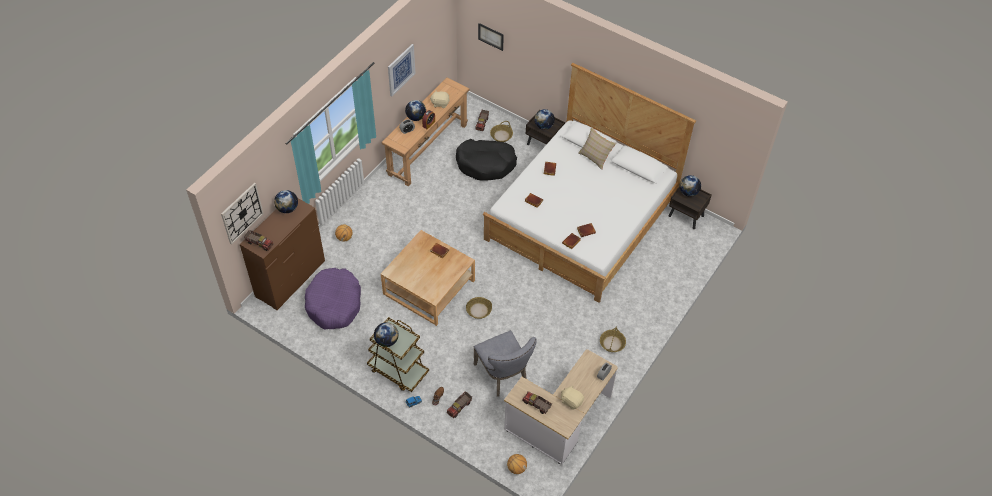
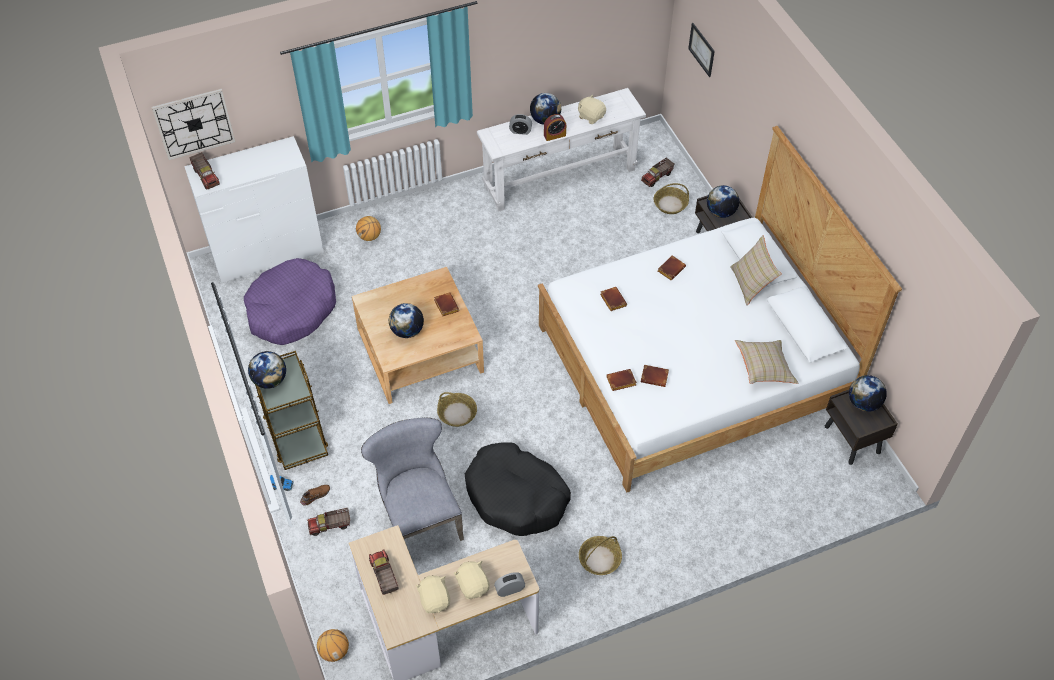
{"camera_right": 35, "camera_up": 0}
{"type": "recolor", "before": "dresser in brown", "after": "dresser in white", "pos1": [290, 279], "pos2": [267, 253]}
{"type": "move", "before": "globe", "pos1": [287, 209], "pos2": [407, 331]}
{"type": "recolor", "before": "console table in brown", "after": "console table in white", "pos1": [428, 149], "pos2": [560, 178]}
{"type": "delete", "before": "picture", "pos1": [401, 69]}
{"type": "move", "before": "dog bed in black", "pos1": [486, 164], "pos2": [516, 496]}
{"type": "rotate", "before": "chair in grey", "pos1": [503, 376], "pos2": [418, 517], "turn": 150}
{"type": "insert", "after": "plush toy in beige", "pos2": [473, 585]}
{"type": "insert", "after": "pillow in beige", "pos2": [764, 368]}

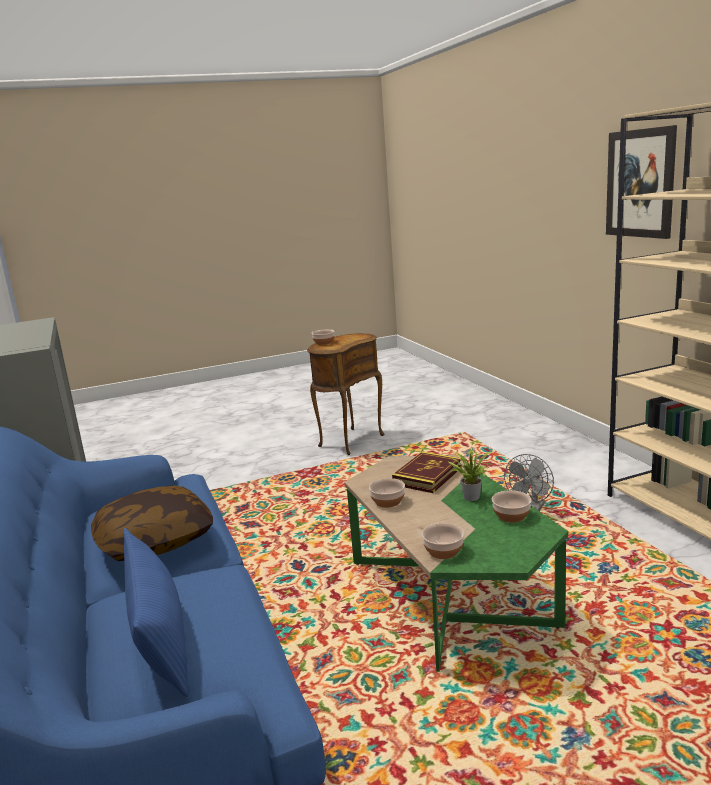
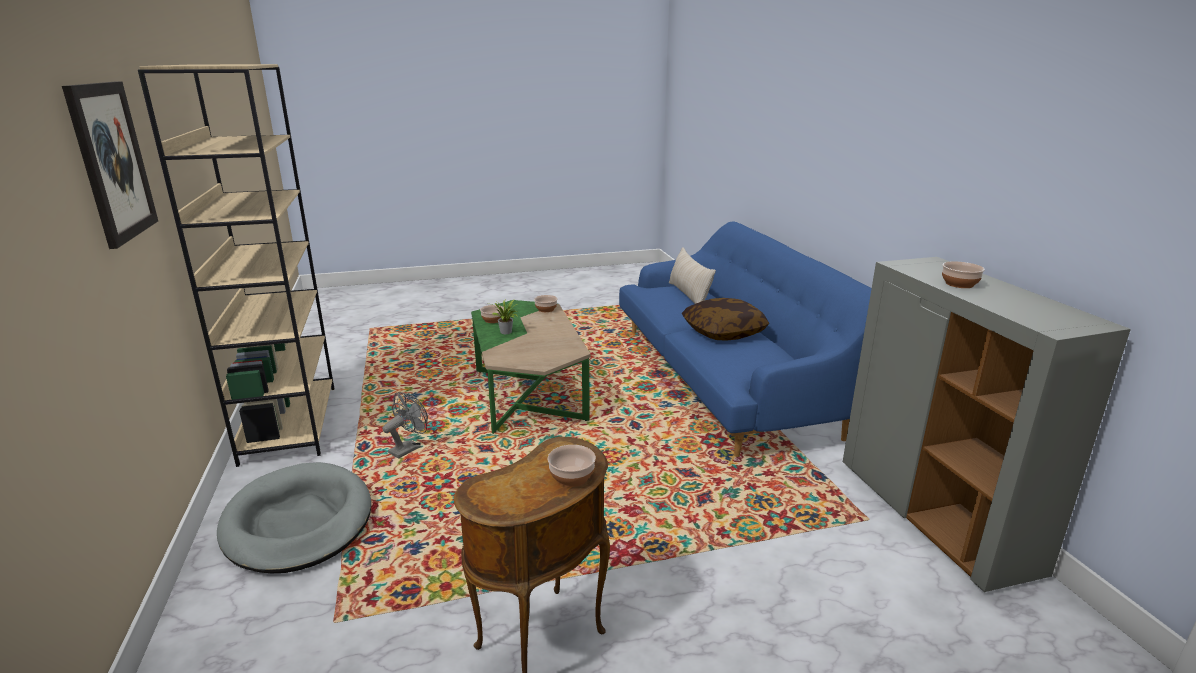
{"camera_right": -175, "camera_up": 5}
{"type": "recolor", "before": "pillow in blue", "after": "pillow in beige", "pos1": [161, 640], "pos2": [689, 295]}
{"type": "move", "before": "bowl", "pos1": [388, 501], "pos2": [959, 284]}
{"type": "delete", "before": "book", "pos1": [427, 476]}
{"type": "insert", "after": "dog bed in grey", "pos2": [298, 522]}

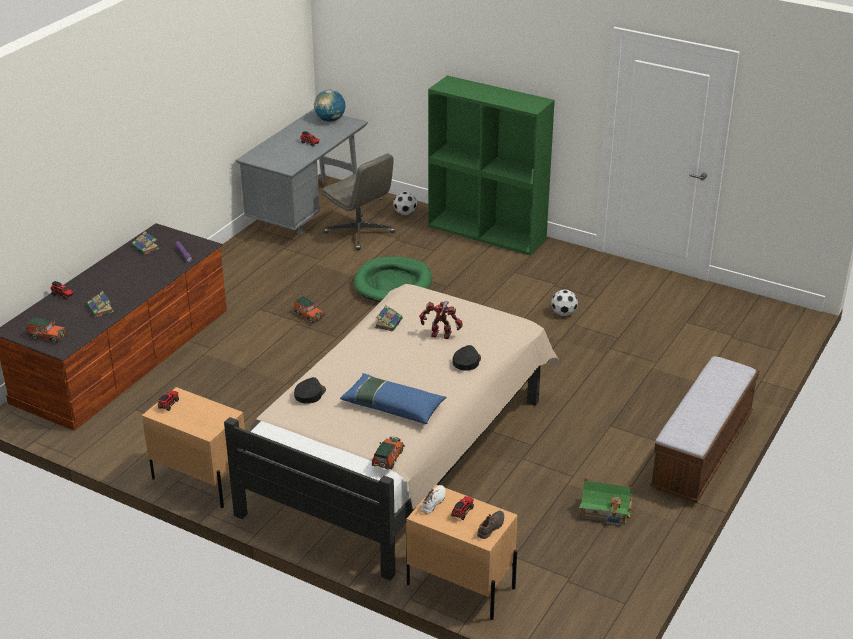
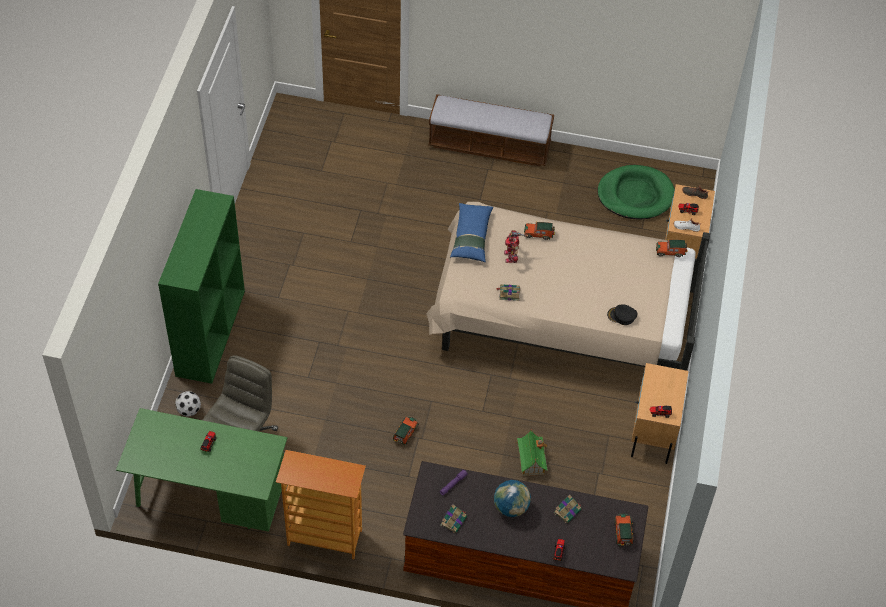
{"camera_right": -110, "camera_up": 20}
{"type": "recolor", "before": "desk in grey", "after": "desk in green", "pos1": [307, 212], "pos2": [210, 499]}
{"type": "move", "before": "globe", "pos1": [330, 120], "pos2": [511, 507]}
{"type": "move", "before": "pillow in blue", "pos1": [393, 406], "pos2": [471, 237]}
{"type": "move", "before": "dog bed in green", "pos1": [393, 284], "pos2": [635, 195]}
{"type": "replace", "before": "cap in black", "after": "toy car", "pos1": [466, 361], "pos2": [539, 234]}
{"type": "delete", "before": "football", "pos1": [564, 313]}
{"type": "move", "before": "toy house", "pos1": [605, 511], "pos2": [531, 460]}
{"type": "insert", "after": "bookcase", "pos2": [324, 538]}

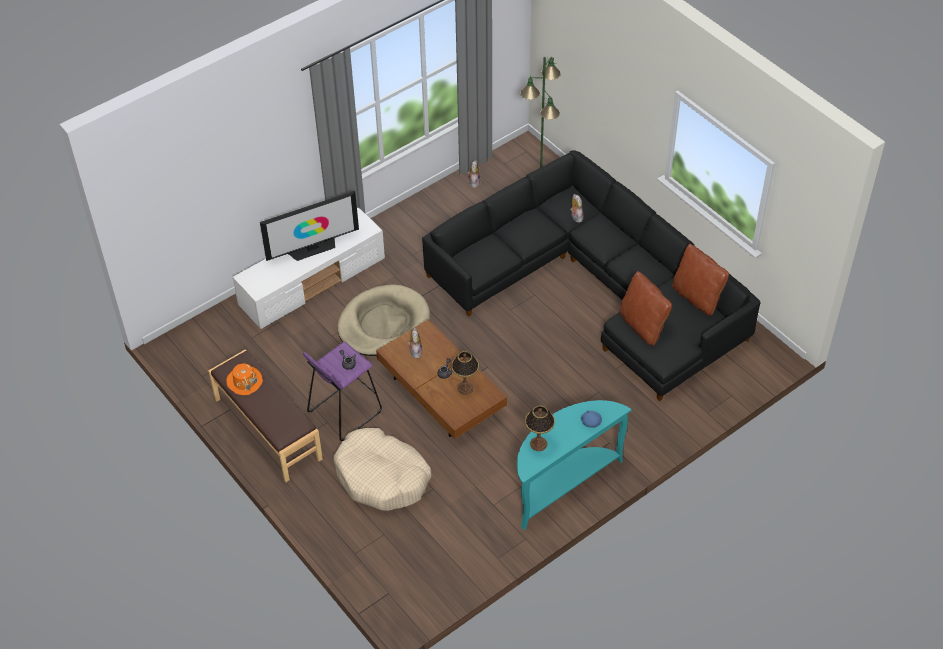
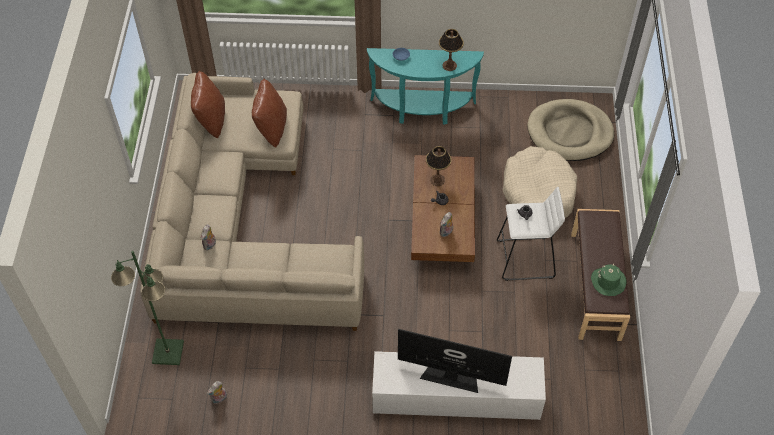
{"camera_right": -140, "camera_up": 5}
{"type": "recolor", "before": "hat in orange", "after": "hat in green", "pos1": [244, 381], "pos2": [608, 282]}
{"type": "recolor", "before": "stool in purple", "after": "stool in white", "pos1": [344, 412], "pos2": [526, 259]}
{"type": "move", "before": "dog bed in beige", "pos1": [383, 324], "pos2": [569, 133]}
{"type": "recolor", "before": "sofa in black", "after": "sofa in beige", "pos1": [595, 286], "pos2": [241, 225]}

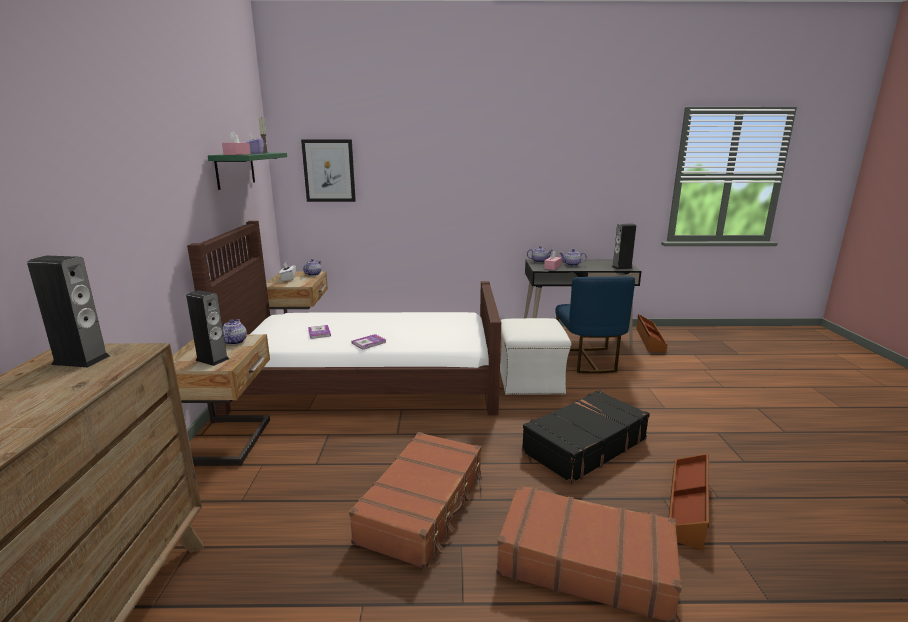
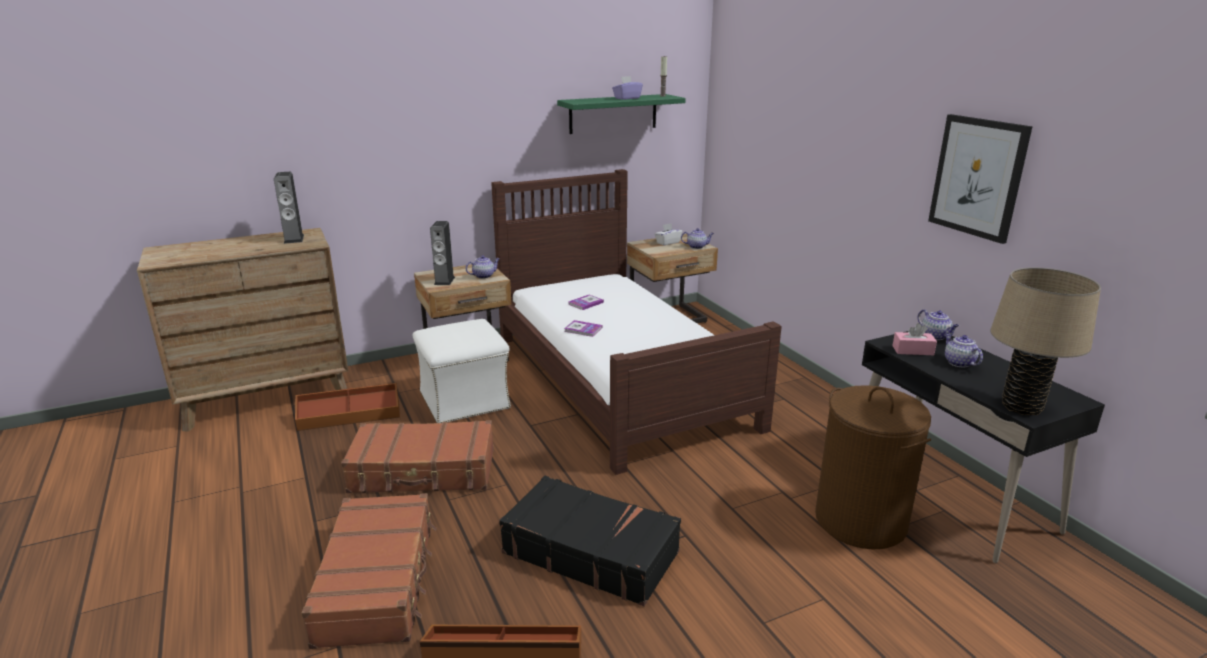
{"camera_right": 65, "camera_up": 5}
{"type": "delete", "before": "tissue box in pink", "pos1": [237, 154]}
{"type": "move", "before": "picture", "pos1": [329, 171], "pos2": [978, 177]}
{"type": "move", "before": "ottoman in white", "pos1": [530, 381], "pos2": [465, 400]}
{"type": "replace", "before": "chair in blue", "after": "laundry basket in brown", "pos1": [588, 360], "pos2": [860, 521]}
{"type": "replace", "before": "speaker", "after": "table lamp in beige", "pos1": [622, 267], "pos2": [1021, 407]}
{"type": "move", "before": "storage box in brown", "pos1": [649, 339], "pos2": [349, 416]}

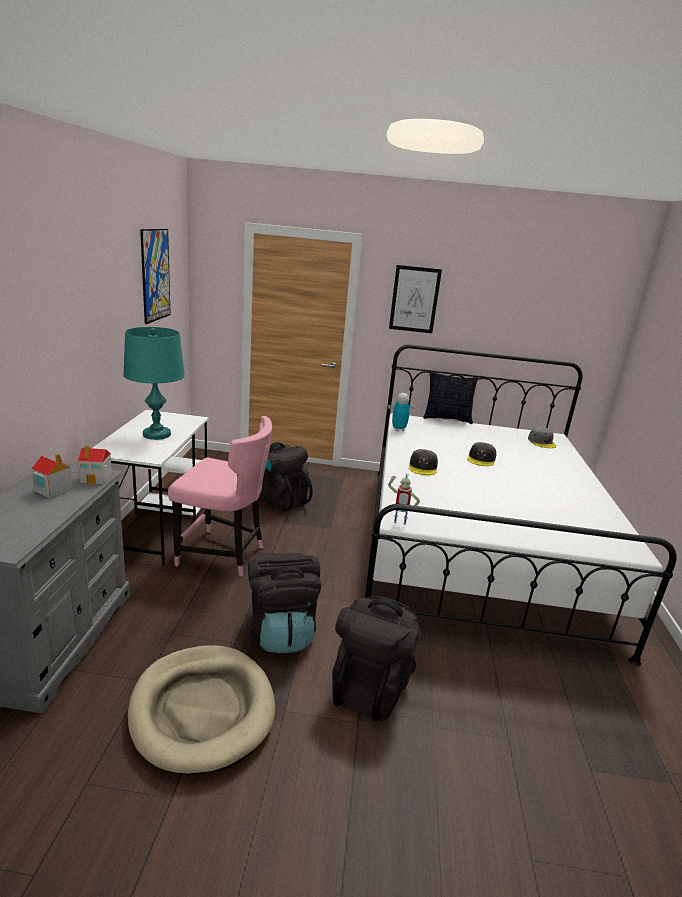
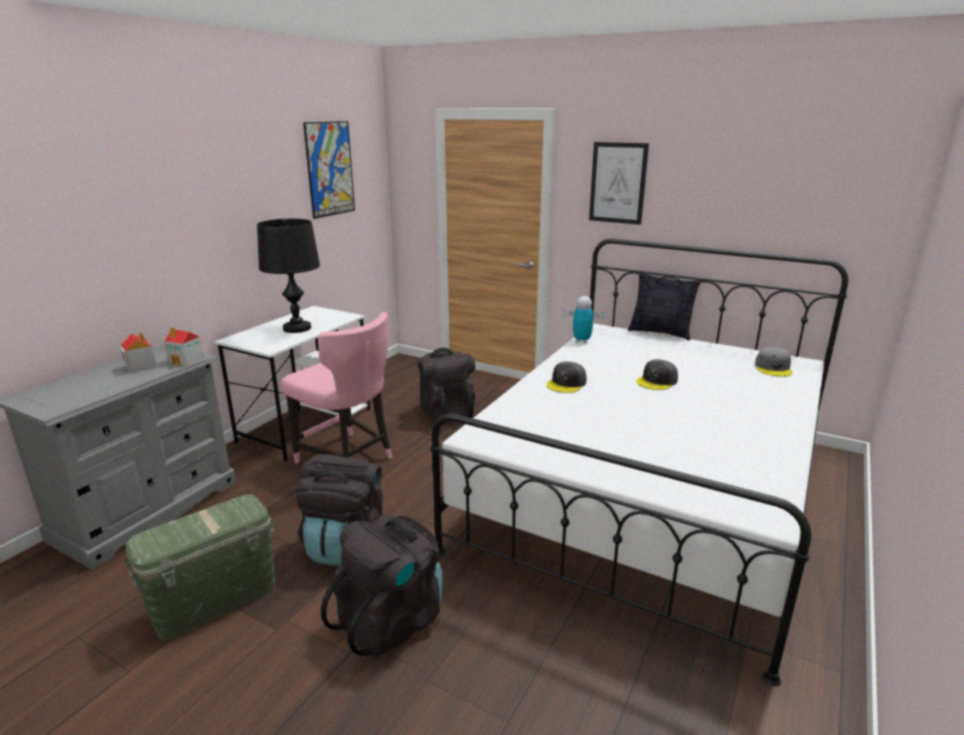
{"camera_right": 25, "camera_up": 0}
{"type": "recolor", "before": "table lamp in turquoise", "after": "table lamp in black", "pos1": [157, 434], "pos2": [297, 328]}
{"type": "replace", "before": "dog bed in beige", "after": "storage box in green", "pos1": [202, 710], "pos2": [215, 600]}
{"type": "delete", "before": "toy robot", "pos1": [399, 524]}

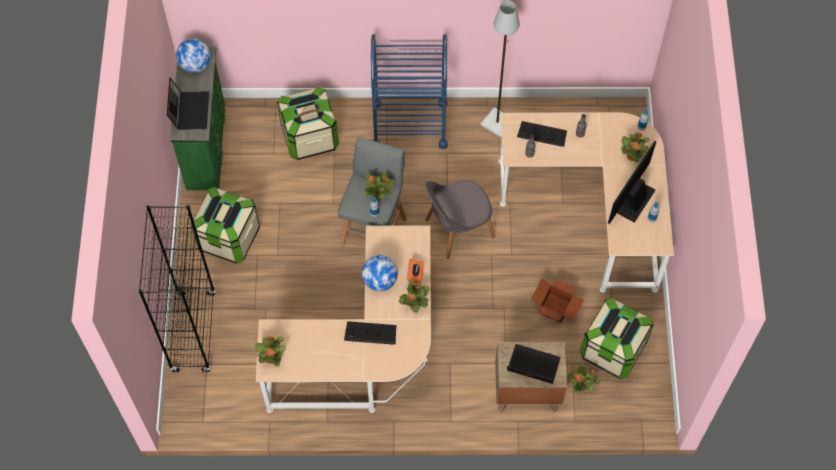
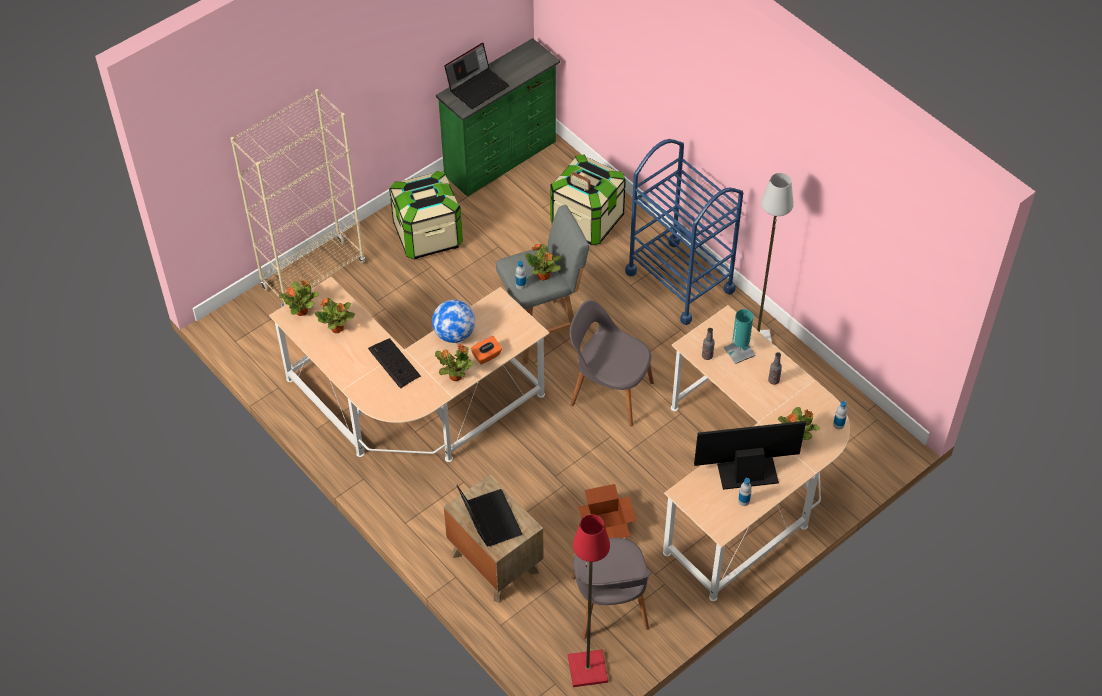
{"camera_right": 50, "camera_up": -10}
{"type": "recolor", "before": "bookcase in black", "after": "bookcase in beige", "pos1": [193, 332], "pos2": [313, 275]}
{"type": "delete", "before": "globe", "pos1": [195, 65]}
{"type": "replace", "before": "keyboard", "after": "table lamp in turquoise", "pos1": [542, 134], "pos2": [739, 351]}
{"type": "move", "before": "potted plant", "pos1": [581, 385], "pos2": [337, 328]}
{"type": "replace", "before": "storage box", "after": "chair in grey", "pos1": [612, 349], "pos2": [609, 605]}
{"type": "insert", "after": "floor lamp in red", "pos2": [587, 670]}

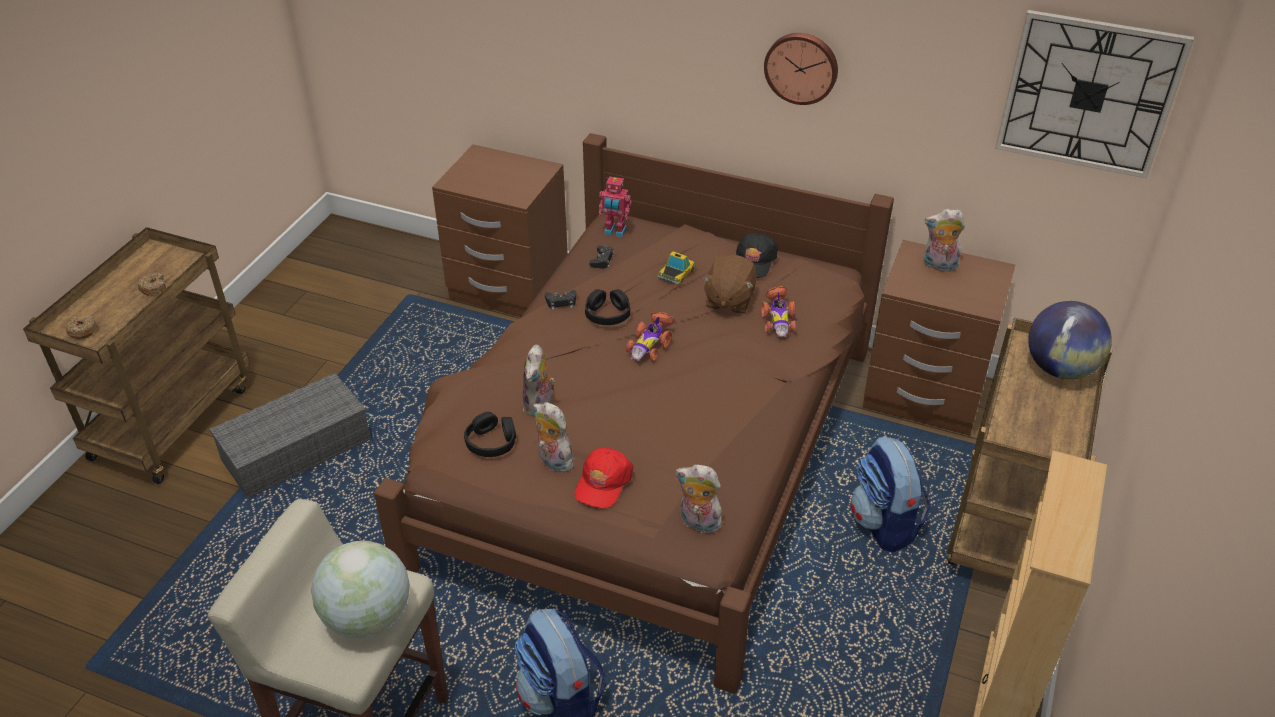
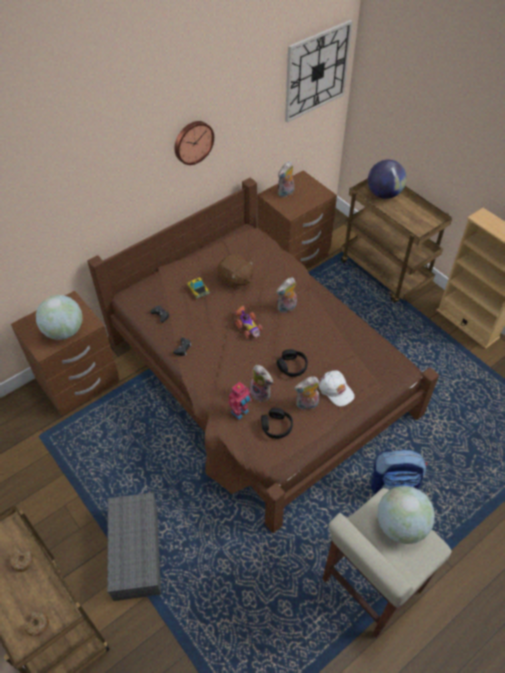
{"camera_right": -60, "camera_up": 10}
{"type": "recolor", "before": "cap in red", "after": "cap in white", "pos1": [603, 483], "pos2": [336, 390]}
{"type": "move", "before": "headphones in black", "pos1": [607, 314], "pos2": [292, 366]}
{"type": "move", "before": "toy robot", "pos1": [615, 232], "pos2": [240, 412]}
{"type": "move", "before": "plush toy", "pos1": [698, 523], "pos2": [286, 308]}
{"type": "delete", "before": "cap in black", "pos1": [754, 261]}
{"type": "delete", "before": "toy car", "pos1": [778, 319]}
{"type": "delete", "before": "backpack", "pos1": [884, 524]}
{"type": "insert", "after": "globe", "pos2": [64, 331]}

